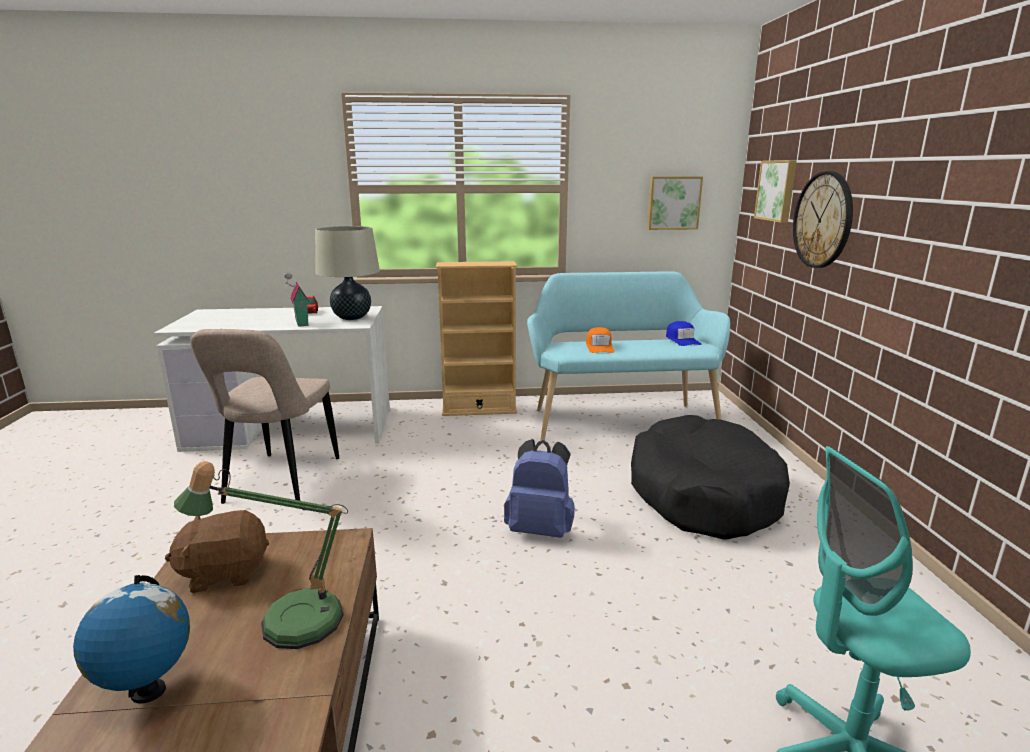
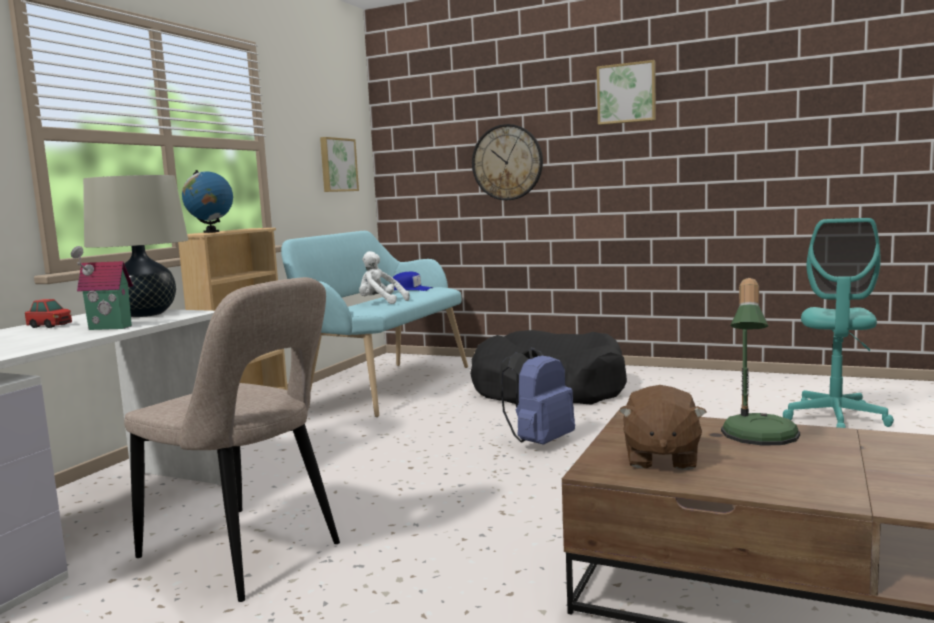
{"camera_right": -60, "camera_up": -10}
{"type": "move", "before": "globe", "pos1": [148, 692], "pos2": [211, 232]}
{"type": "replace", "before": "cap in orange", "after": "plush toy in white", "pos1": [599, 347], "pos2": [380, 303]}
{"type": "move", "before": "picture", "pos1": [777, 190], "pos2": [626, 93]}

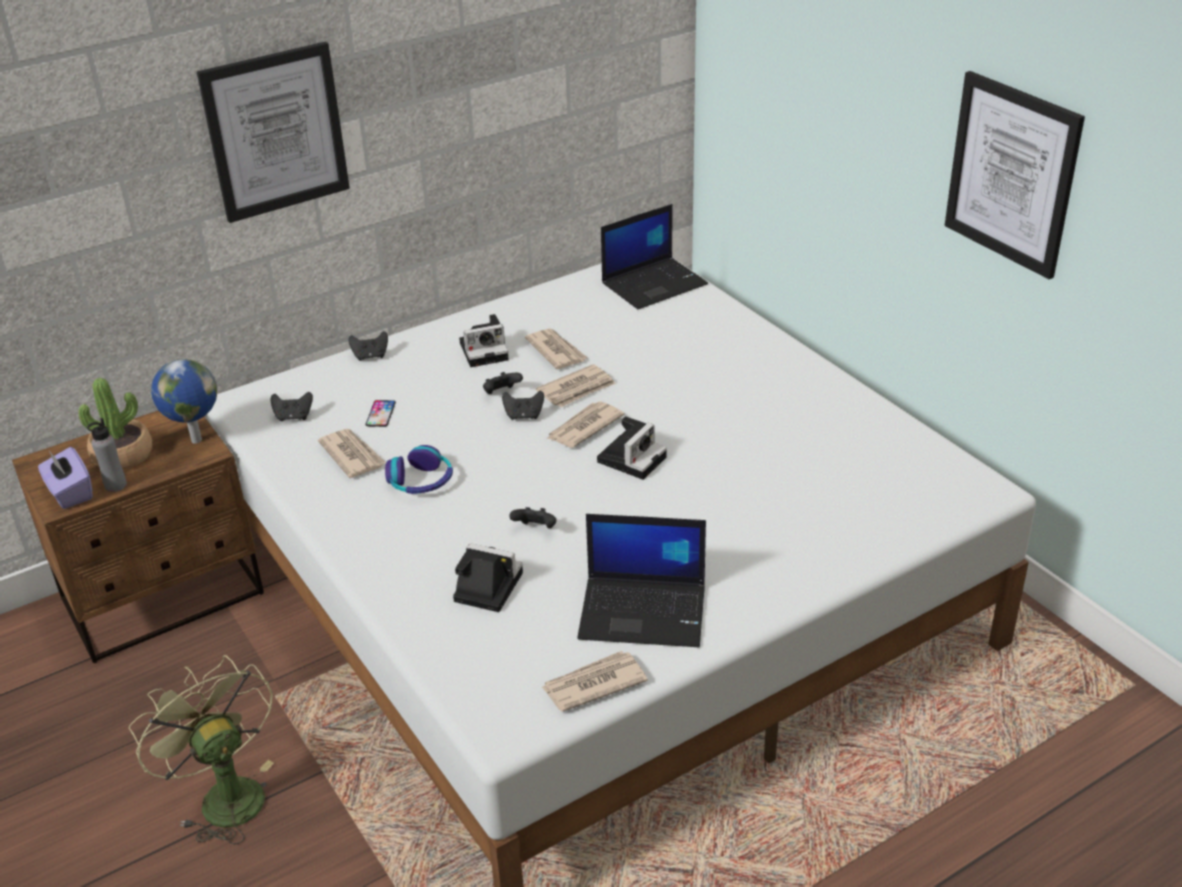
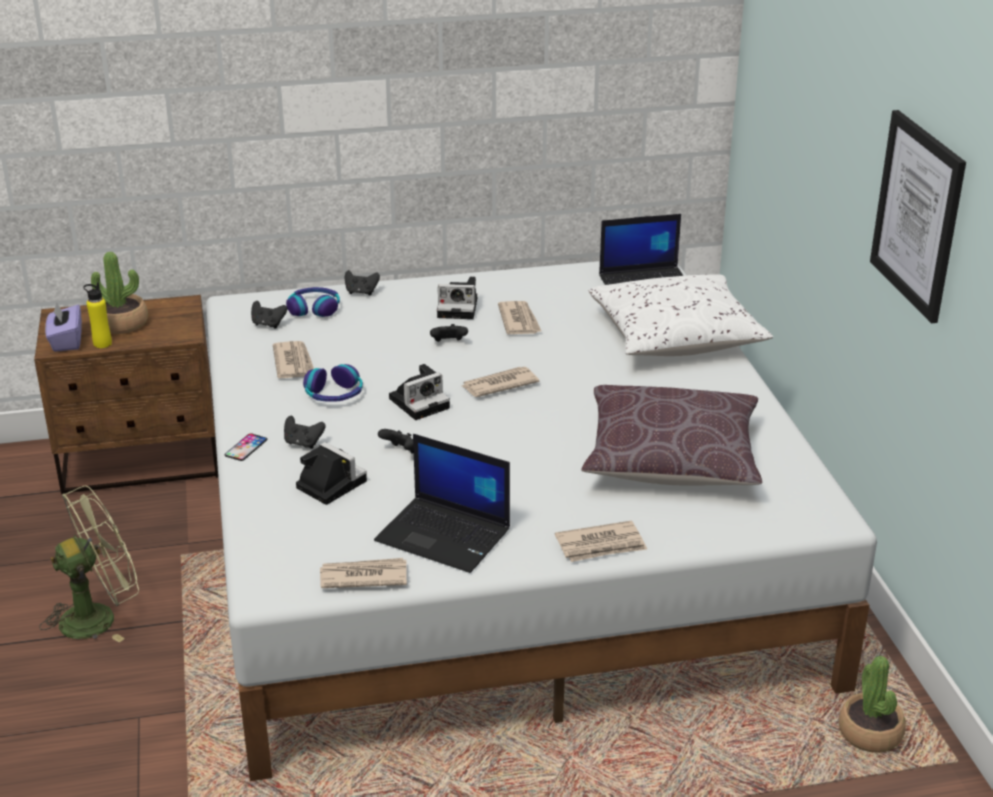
{"camera_right": 20, "camera_up": -5}
{"type": "recolor", "before": "bottle in grey", "after": "bottle in yellow", "pos1": [115, 485], "pos2": [102, 344]}
{"type": "rotate", "before": "fan in green", "pos1": [224, 795], "pos2": [99, 616], "turn": 75}
{"type": "delete", "before": "globe", "pos1": [195, 440]}
{"type": "delete", "before": "picture", "pos1": [275, 132]}
{"type": "move", "before": "phone", "pos1": [380, 414], "pos2": [246, 447]}
{"type": "move", "before": "game controller in black", "pos1": [524, 416], "pos2": [303, 443]}
{"type": "move", "before": "newspaper", "pos1": [577, 389], "pos2": [601, 545]}
{"type": "move", "before": "photo camera", "pos1": [632, 458], "pos2": [420, 402]}
{"type": "insert", "after": "headphones", "pos2": [314, 309]}
{"type": "insert", "after": "pillow in brown", "pos2": [671, 458]}
{"type": "insert", "after": "pillow in white", "pos2": [676, 336]}
{"type": "insert", "after": "potted plant", "pos2": [870, 733]}

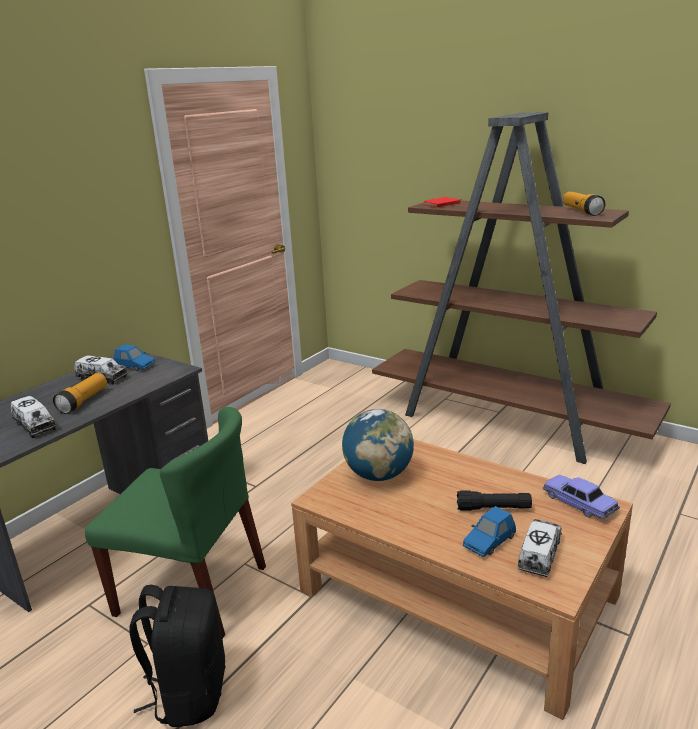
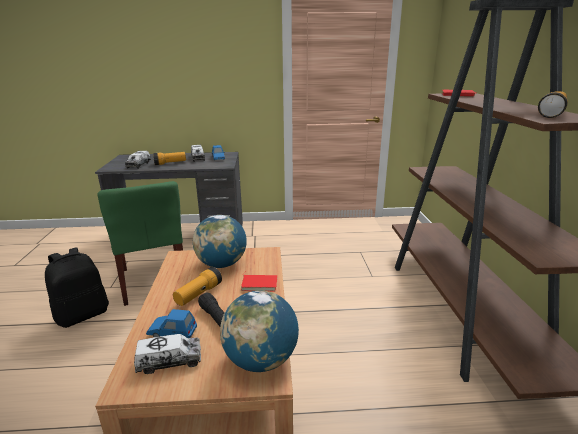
{"camera_right": 50, "camera_up": 0}
{"type": "replace", "before": "toy car", "after": "globe", "pos1": [578, 503], "pos2": [261, 360]}
{"type": "insert", "after": "flashlight", "pos2": [198, 294]}
{"type": "insert", "after": "book in red", "pos2": [259, 284]}

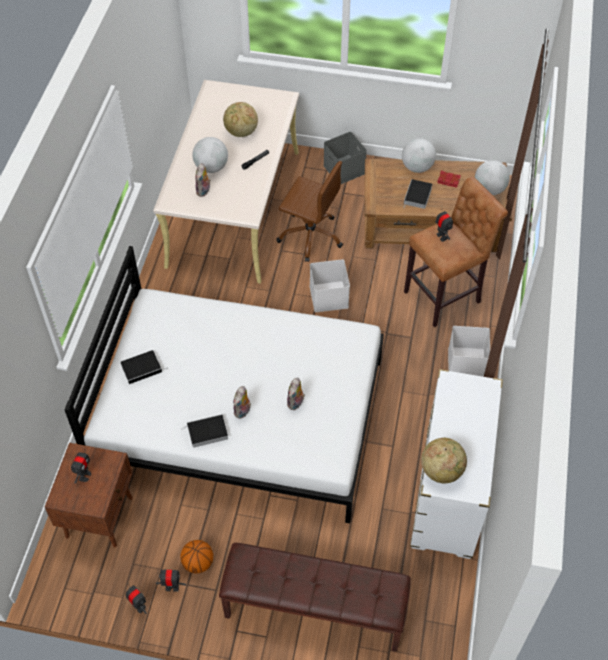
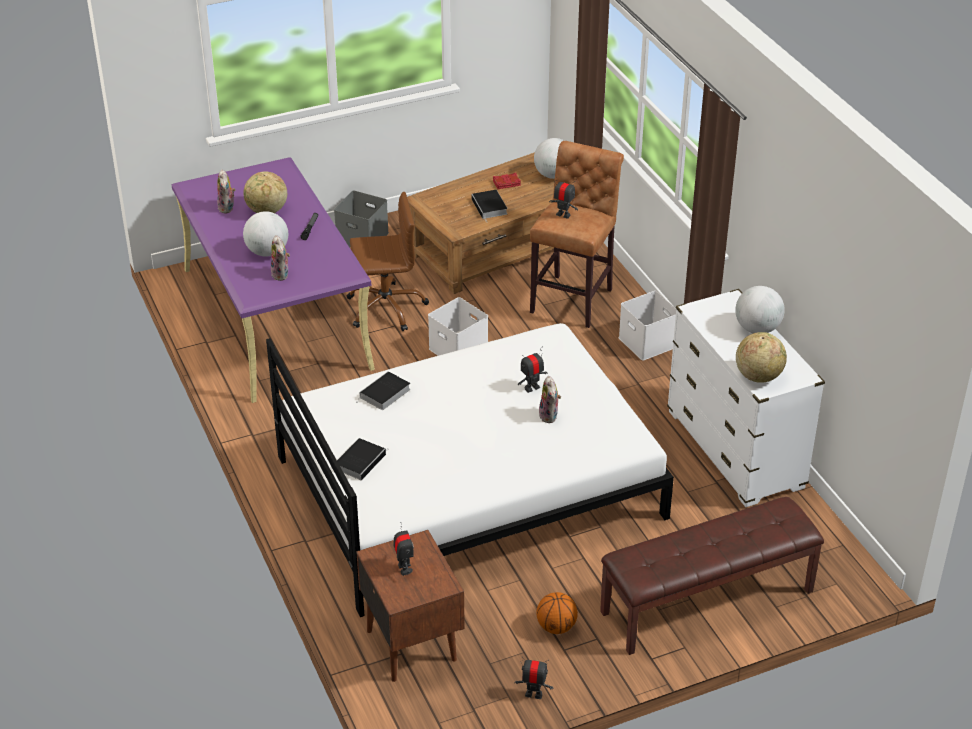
{"camera_right": -35, "camera_up": -15}
{"type": "recolor", "before": "desk in beige", "after": "desk in purple", "pos1": [234, 207], "pos2": [275, 317]}
{"type": "move", "before": "toy robot", "pos1": [172, 587], "pos2": [532, 388]}
{"type": "move", "before": "book", "pos1": [206, 433], "pos2": [384, 394]}
{"type": "move", "before": "plush toy", "pos1": [243, 412], "pos2": [227, 208]}
{"type": "move", "before": "globe", "pos1": [417, 167], "pos2": [757, 329]}

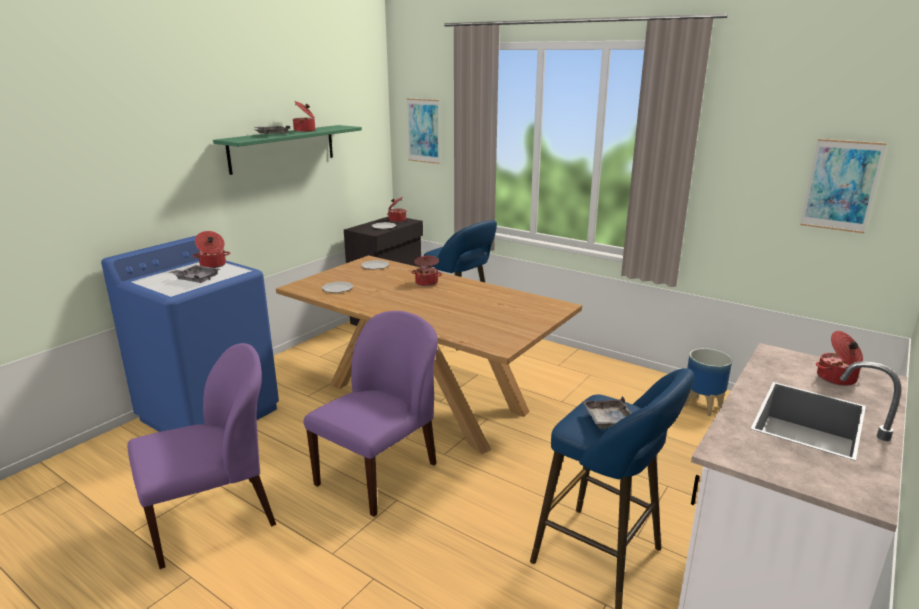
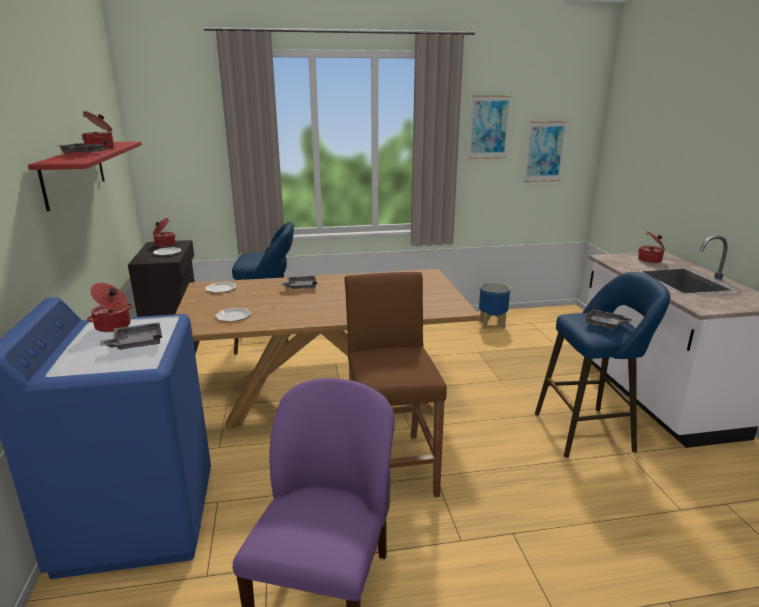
{"camera_right": -45, "camera_up": 0}
{"type": "recolor", "before": "shelf in green", "after": "shelf in red", "pos1": [283, 148], "pos2": [74, 173]}
{"type": "replace", "before": "chair in purple", "after": "stool in brown", "pos1": [379, 473], "pos2": [391, 467]}
{"type": "move", "before": "picture", "pos1": [423, 131], "pos2": [489, 127]}
{"type": "replace", "before": "cooking pot", "after": "tray in grey", "pos1": [427, 282], "pos2": [300, 287]}

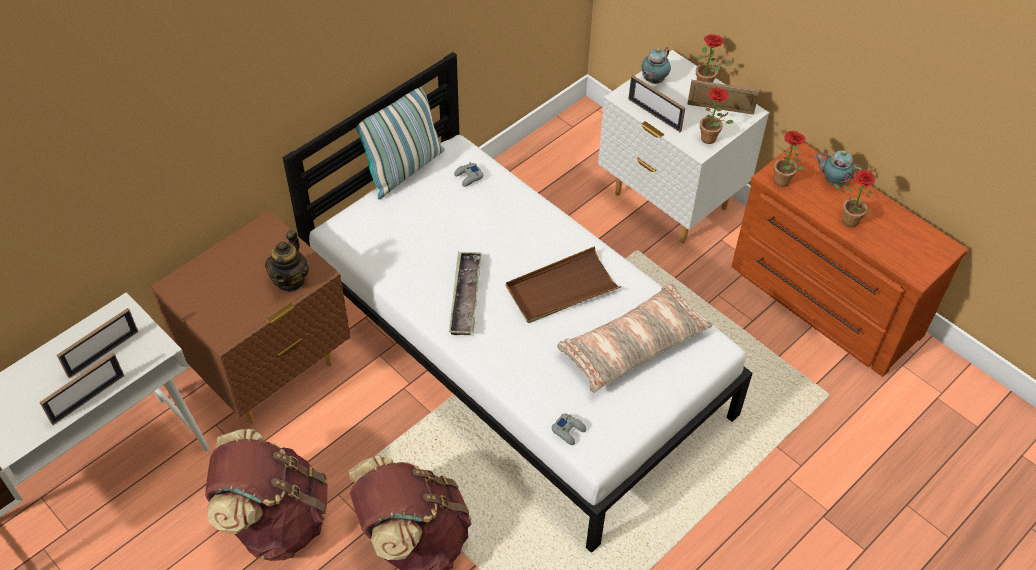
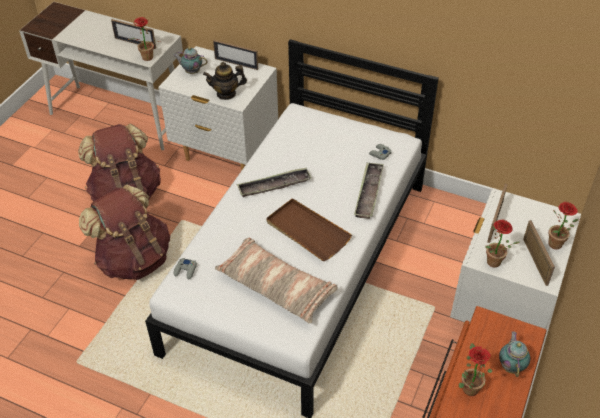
{"camera_right": 70, "camera_up": -5}
{"type": "move", "before": "picture frame", "pos1": [88, 399], "pos2": [236, 64]}
{"type": "recolor", "before": "nightstand in brown", "after": "nightstand in white", "pos1": [270, 372], "pos2": [226, 154]}
{"type": "delete", "before": "pillow", "pos1": [404, 169]}
{"type": "move", "before": "teapot", "pos1": [653, 81], "pos2": [191, 72]}
{"type": "move", "before": "potted plant", "pos1": [784, 183], "pos2": [146, 59]}
{"type": "insert", "after": "tray", "pos2": [368, 193]}

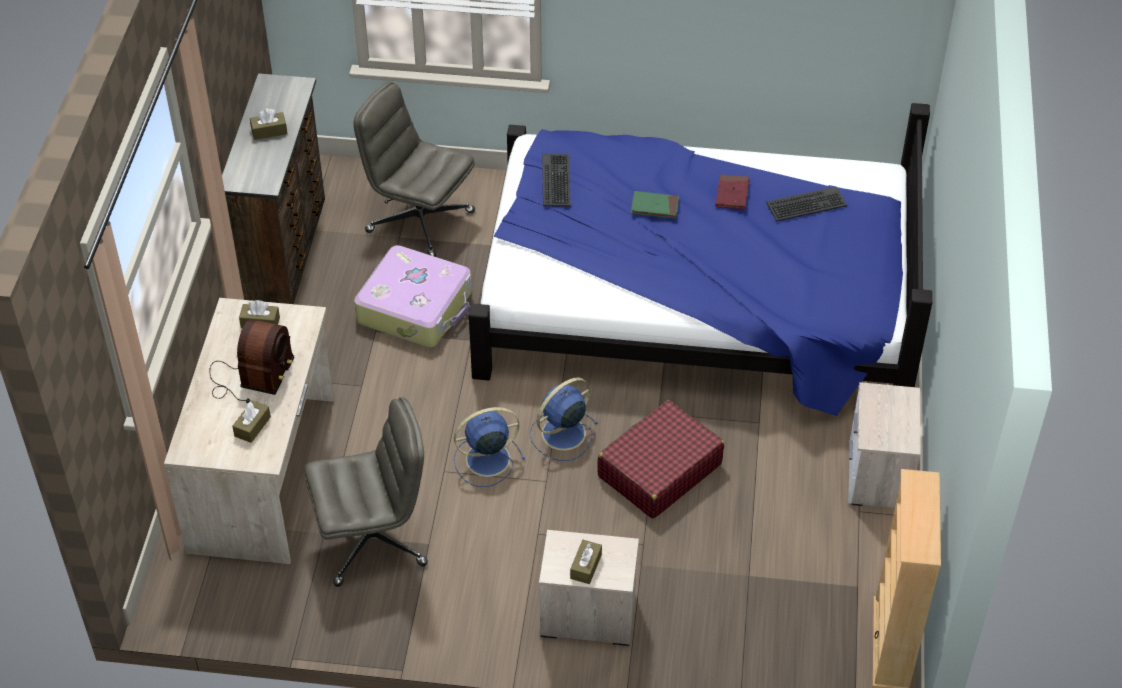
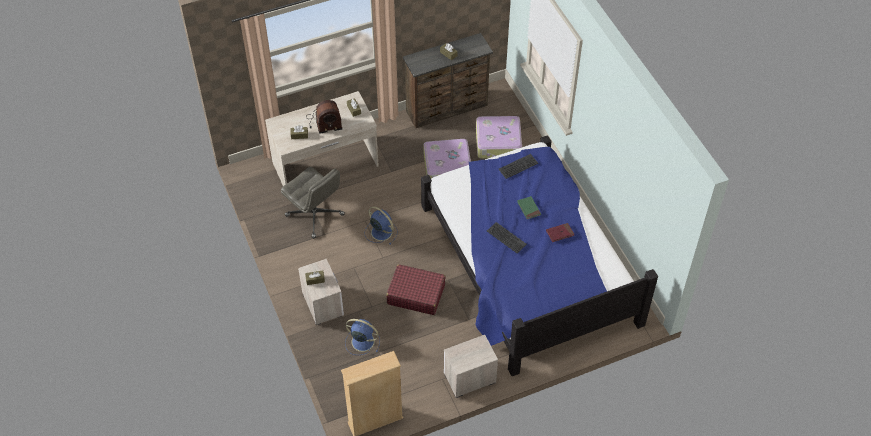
{"camera_right": 60, "camera_up": 5}
{"type": "replace", "before": "office chair in grey", "after": "suitcase", "pos1": [419, 221], "pos2": [498, 143]}
{"type": "move", "before": "fan in blue", "pos1": [562, 434], "pos2": [362, 341]}
{"type": "move", "before": "keyboard", "pos1": [806, 205], "pos2": [506, 238]}

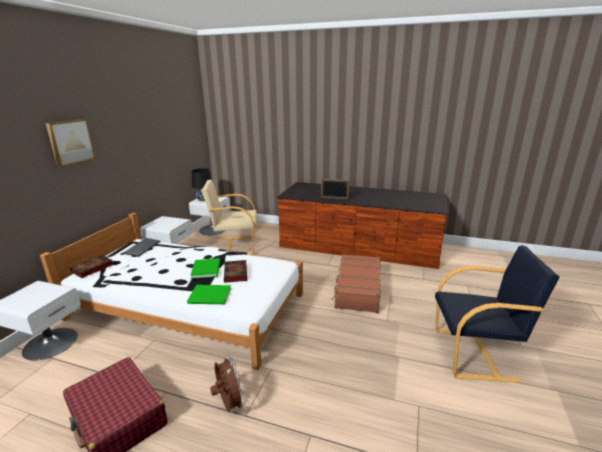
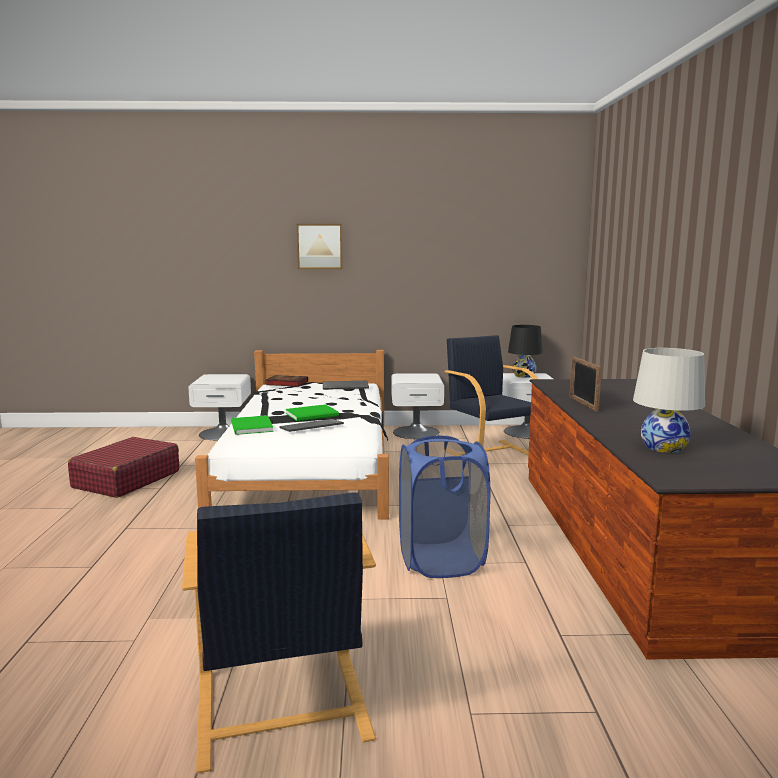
{"camera_right": 70, "camera_up": -10}
{"type": "recolor", "before": "armchair in beige", "after": "armchair in black", "pos1": [234, 246], "pos2": [490, 453]}
{"type": "delete", "before": "fan in brown", "pos1": [229, 405]}
{"type": "replace", "before": "book", "after": "keyboard", "pos1": [236, 273], "pos2": [311, 427]}
{"type": "replace", "before": "suitcase in brown", "after": "laundry basket in blue", "pos1": [357, 289], "pos2": [441, 561]}
{"type": "insert", "after": "table lamp in white", "pos2": [663, 447]}

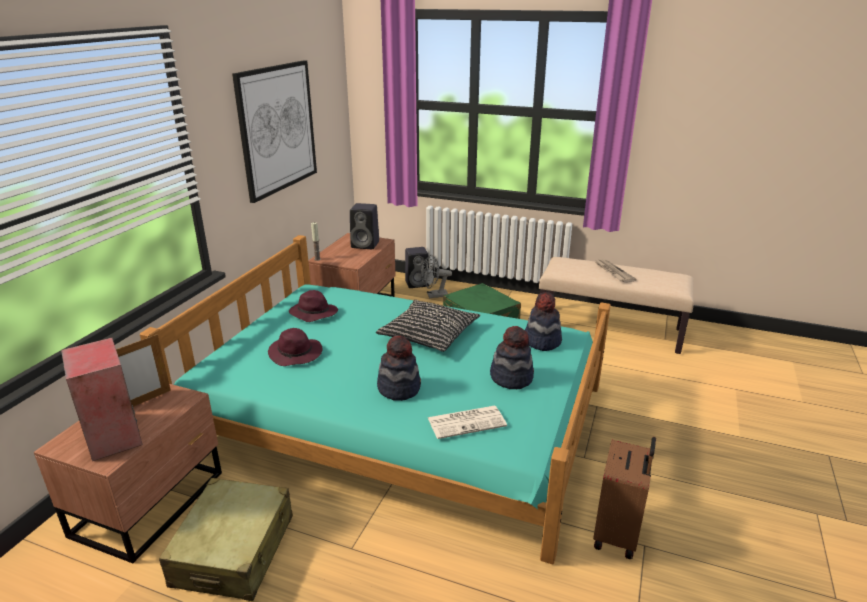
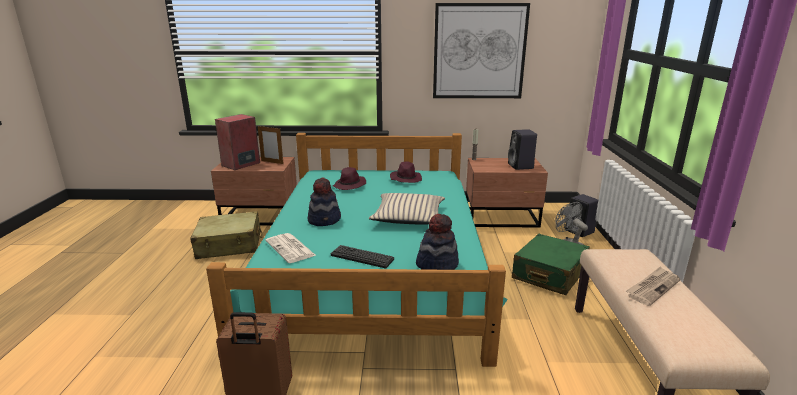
{"camera_right": 70, "camera_up": -5}
{"type": "recolor", "before": "pillow in black", "after": "pillow in beige", "pos1": [428, 334], "pos2": [408, 217]}
{"type": "replace", "before": "hat", "after": "keyboard", "pos1": [511, 377], "pos2": [362, 257]}

